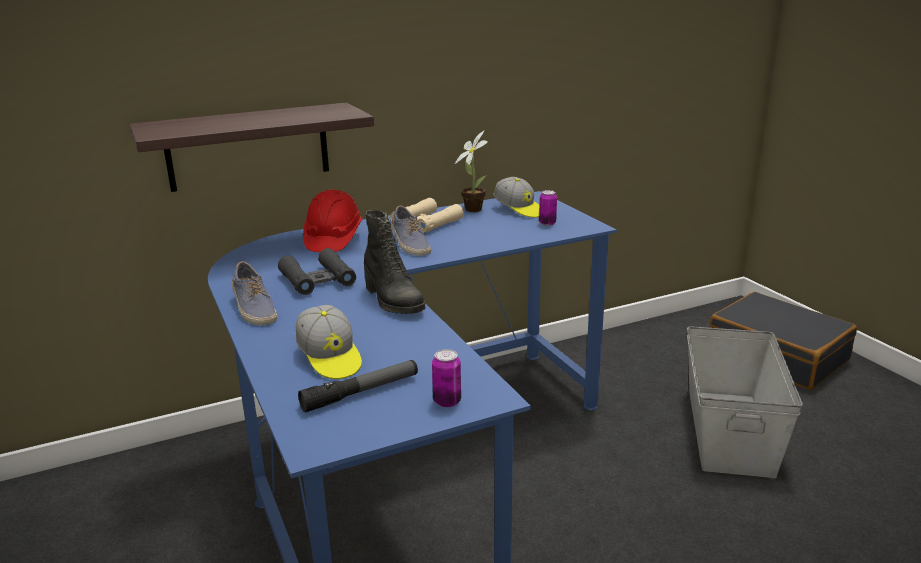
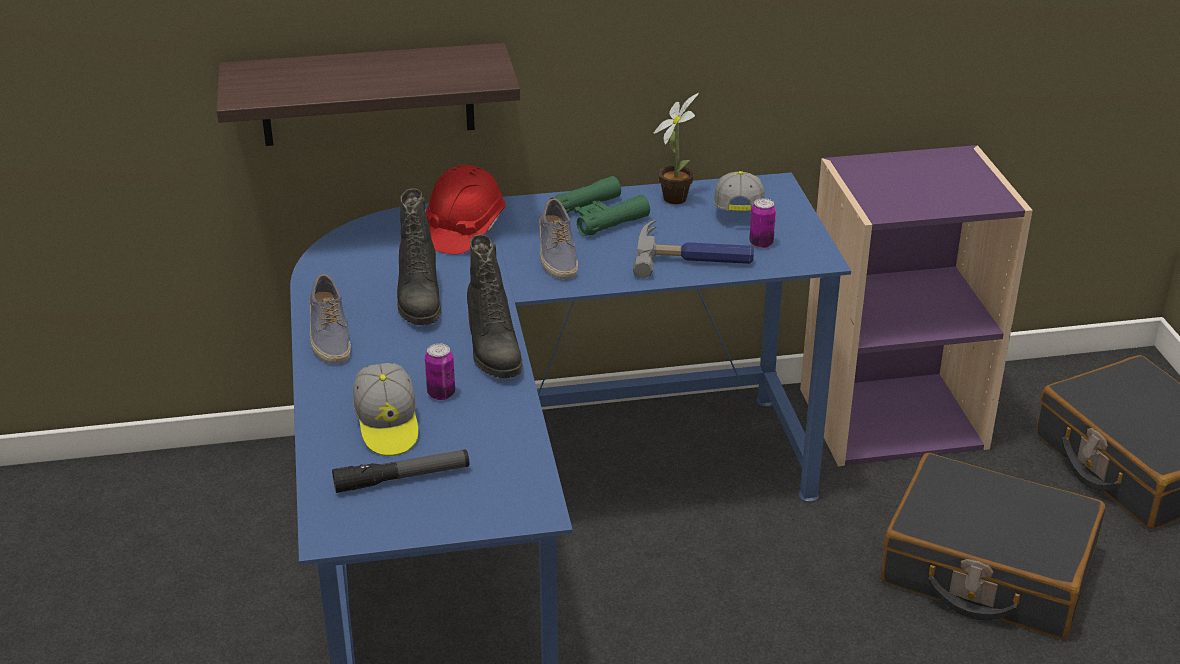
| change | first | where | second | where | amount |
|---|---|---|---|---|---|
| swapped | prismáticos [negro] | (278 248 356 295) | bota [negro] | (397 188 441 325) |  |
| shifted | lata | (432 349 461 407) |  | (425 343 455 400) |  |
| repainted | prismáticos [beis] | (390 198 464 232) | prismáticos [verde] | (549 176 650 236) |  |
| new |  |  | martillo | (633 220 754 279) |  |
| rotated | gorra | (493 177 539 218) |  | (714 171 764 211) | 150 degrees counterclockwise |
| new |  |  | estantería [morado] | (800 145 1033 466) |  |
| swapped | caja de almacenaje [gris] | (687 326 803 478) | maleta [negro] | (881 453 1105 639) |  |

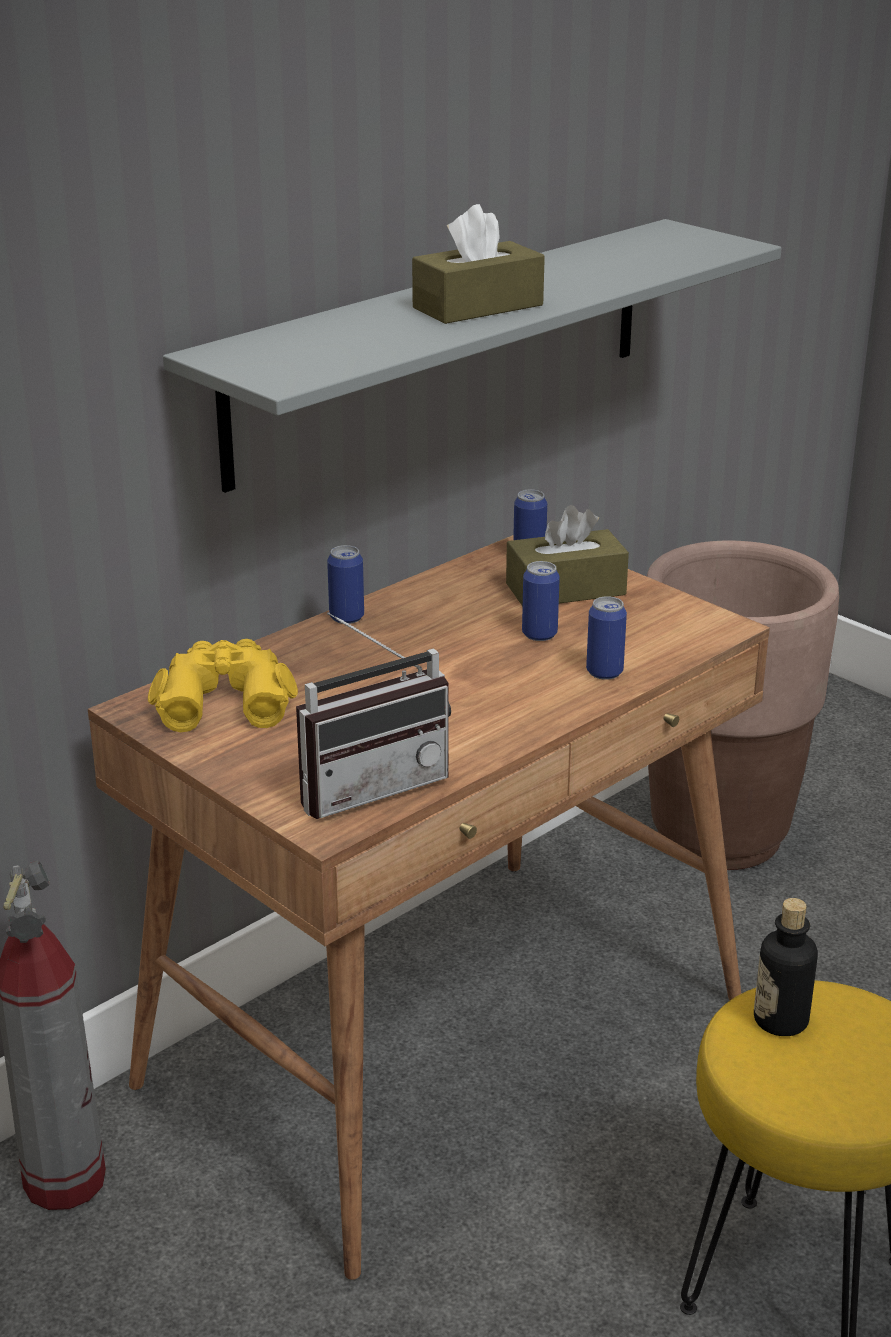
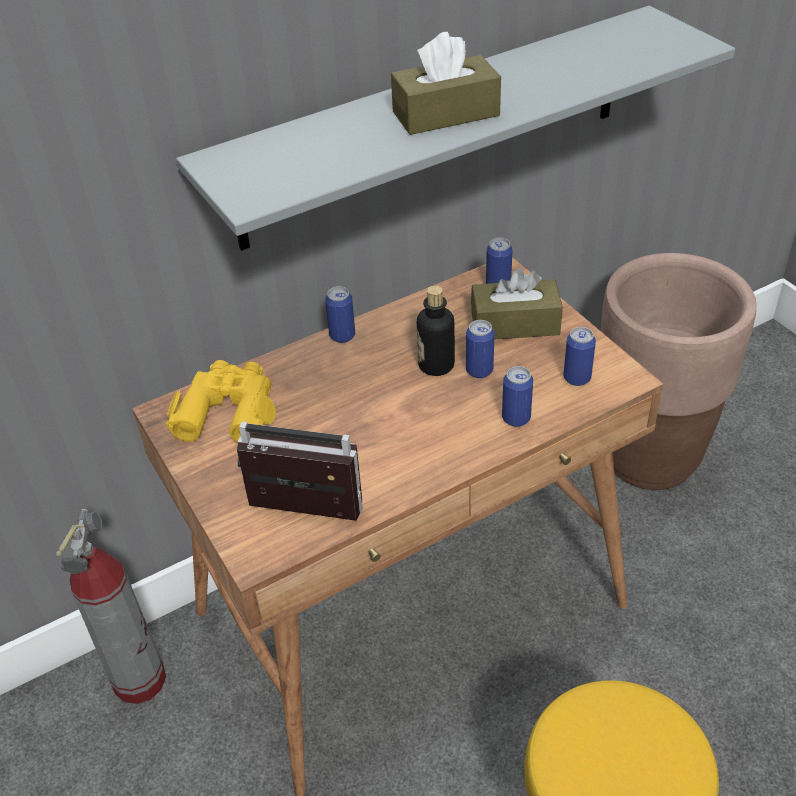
| change | first | where | second | where | amount |
|---|---|---|---|---|---|
| rotated | radio | (296 612 451 819) |  | (237 422 362 521) | 150 degrees counterclockwise |
| shifted | botella | (754 898 818 1036) |  | (417 285 455 376) |  |
| new |  |  | lata | (563 327 596 386) |  |

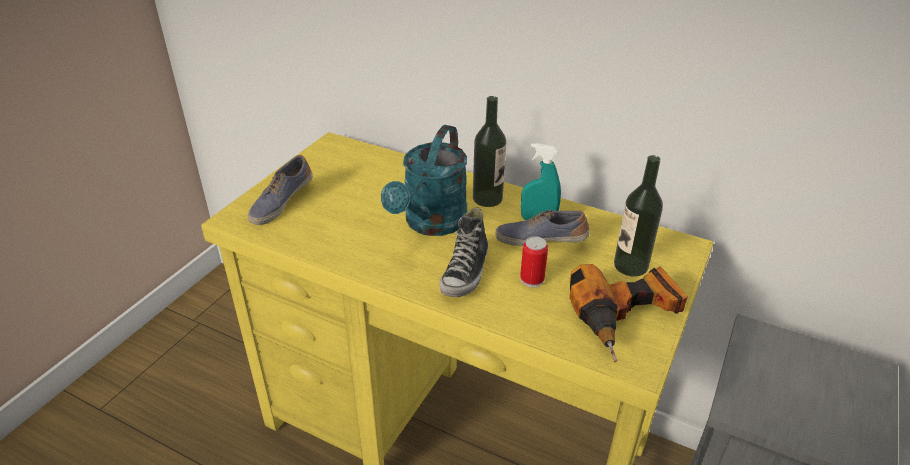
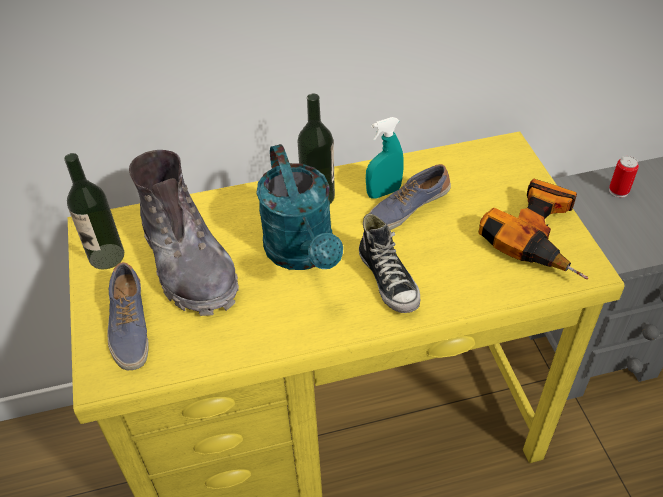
| change | first | where | second | where | amount |
|---|---|---|---|---|---|
| shifted | botella | (614 155 663 277) |  | (64 153 124 270) |  |
| new |  |  | bota [gris] | (129 150 239 316) |  |
| shifted | lata | (520 236 548 288) |  | (609 156 639 198) |  |

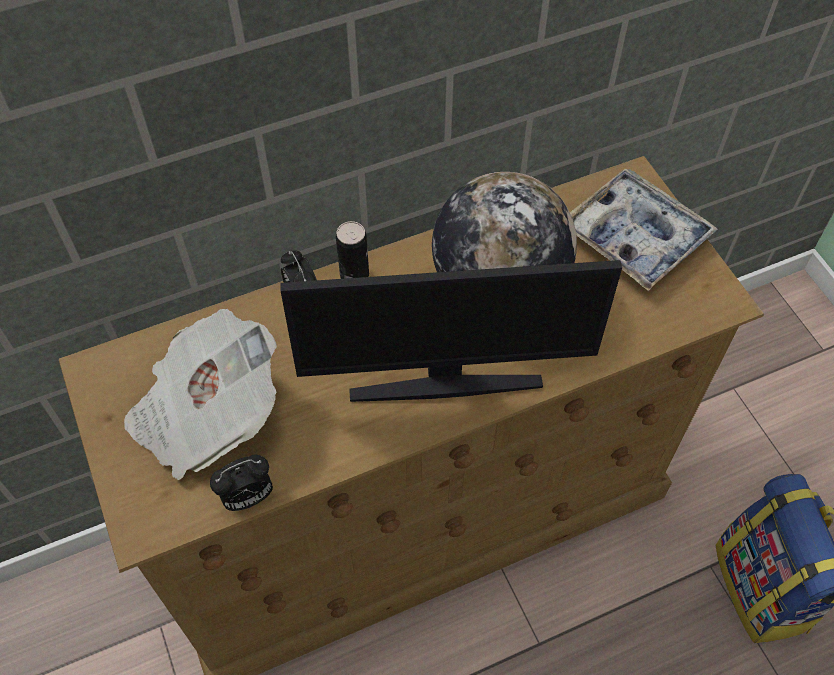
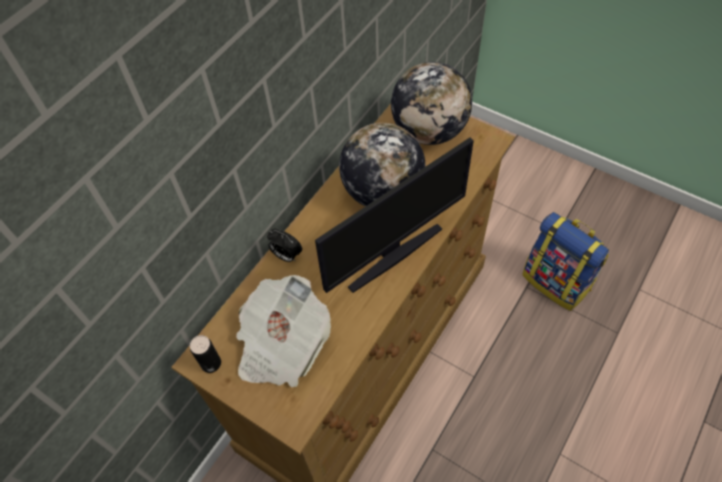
| change | first | where | second | where | amount |
|---|---|---|---|---|---|
| shifted | lata | (336 221 369 279) |  | (190 335 221 373) |  |
| swapped | bandeja | (570 168 718 291) | globo terráqueo | (391 62 472 145) |  |
| gone | despertador | (210 454 273 511) |  |  |  |

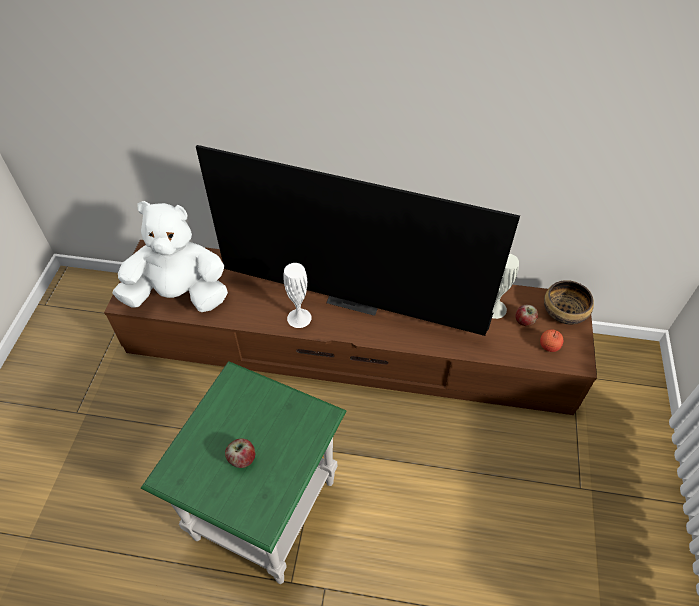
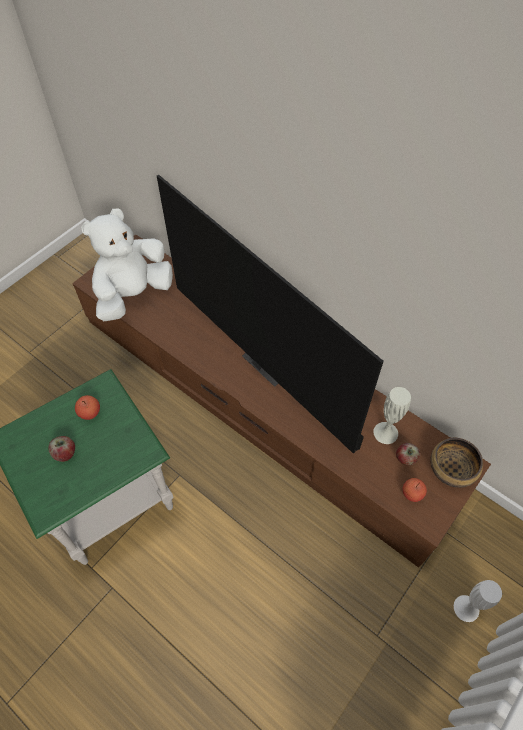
| change | first | where | second | where | amount |
|---|---|---|---|---|---|
| new |  |  | manzana | (75 395 100 420) |  |
| rotated | peluche [blanco] | (112 201 228 312) |  | (81 208 173 321) | 75 degrees counterclockwise |
| shifted | florero [blanco] | (283 263 312 328) |  | (454 580 502 622) |  |

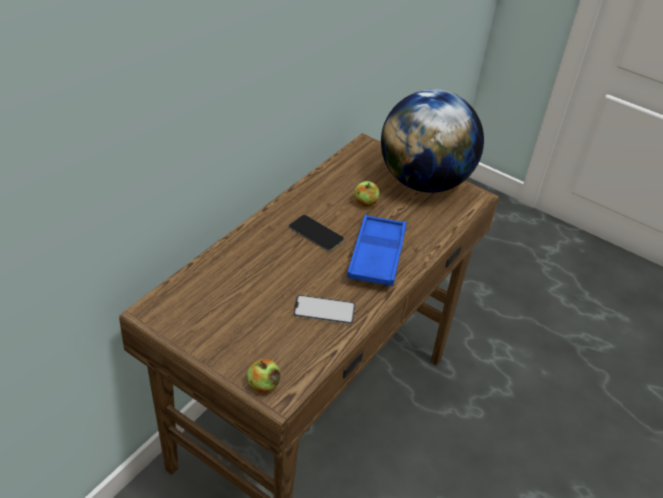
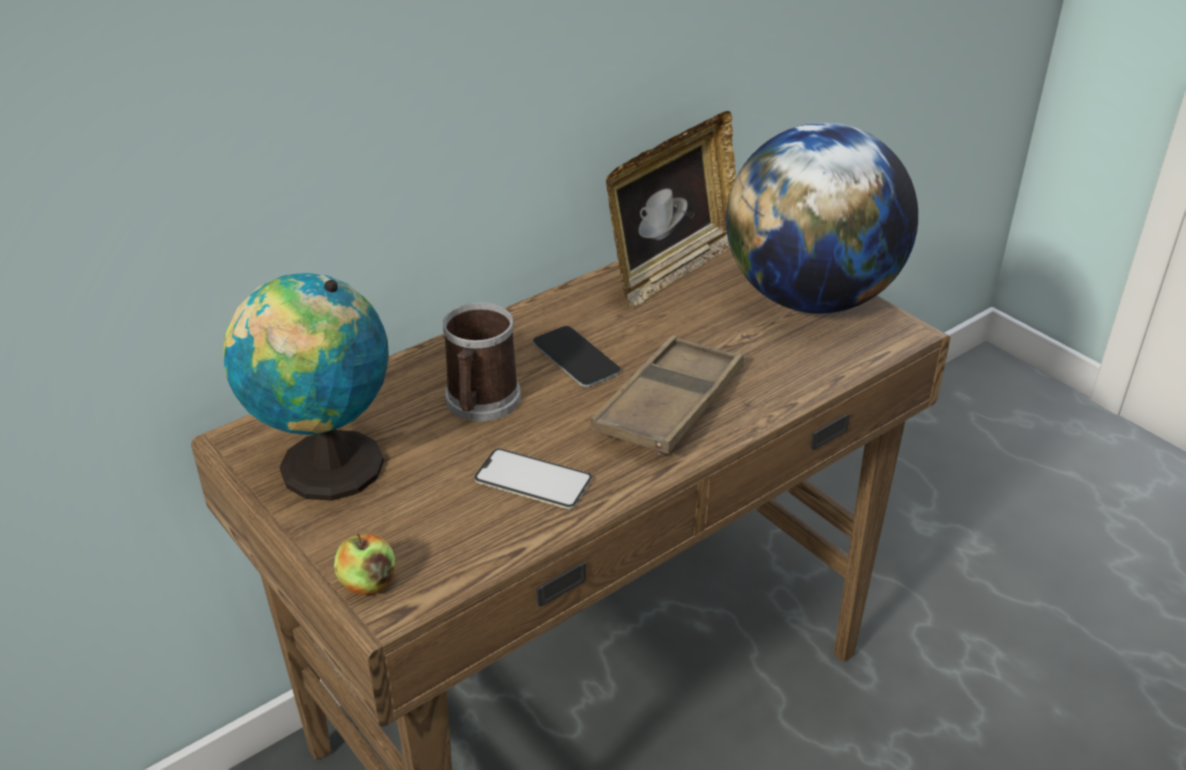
| change | first | where | second | where | amount |
|---|---|---|---|---|---|
| new |  |  | globo terráqueo | (223 273 389 501) |  |
| new |  |  | taza grande | (443 303 521 421) |  |
| repainted | bandeja [azul] | (347 215 406 286) | bandeja [marrón] | (591 335 744 455) |  |
| new |  |  | portarretratos | (606 111 736 308) |  |
| gone | manzana | (354 181 379 206) |  |  |  |

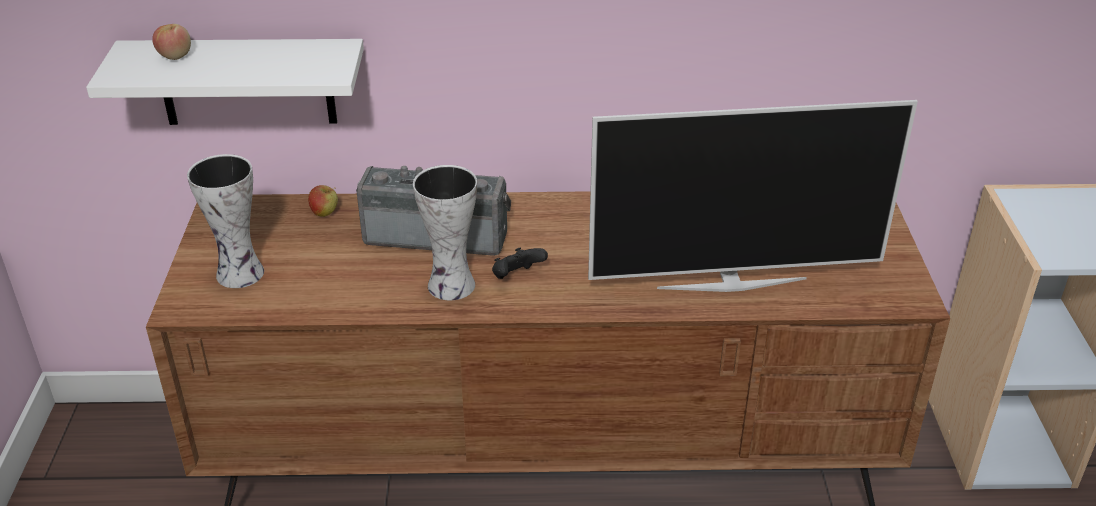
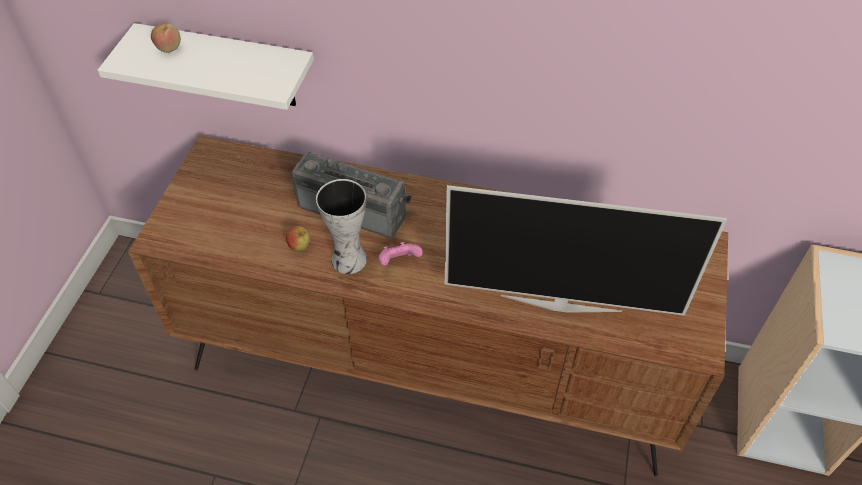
| change | first | where | second | where | amount |
|---|---|---|---|---|---|
| shifted | manzana | (308 185 338 217) |  | (286 226 310 251) |  |
| repainted | mando de consola [negro] | (492 248 548 279) | mando de consola [rosa] | (379 242 423 266) |  |
| gone | florero | (187 154 264 288) |  |  |  |

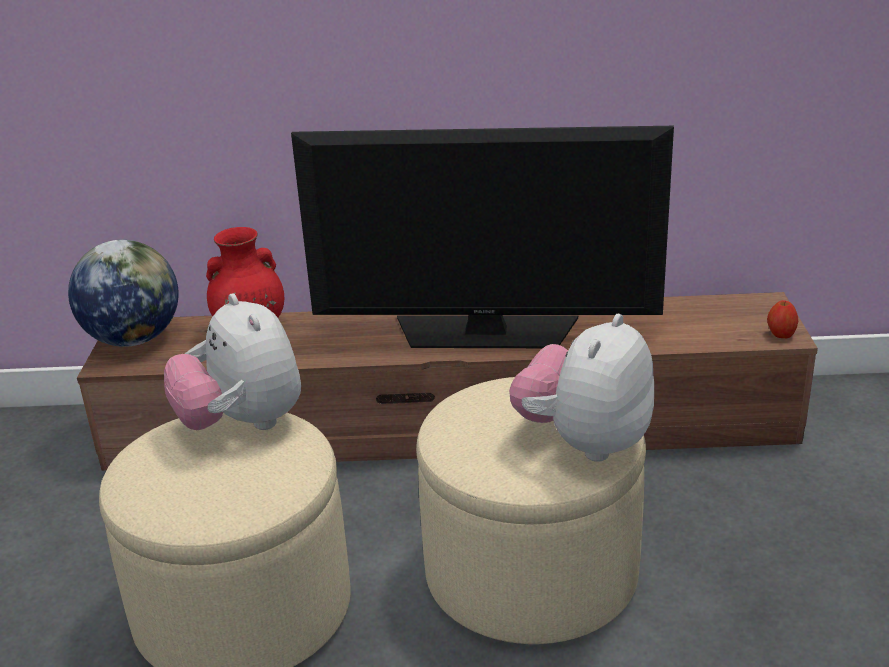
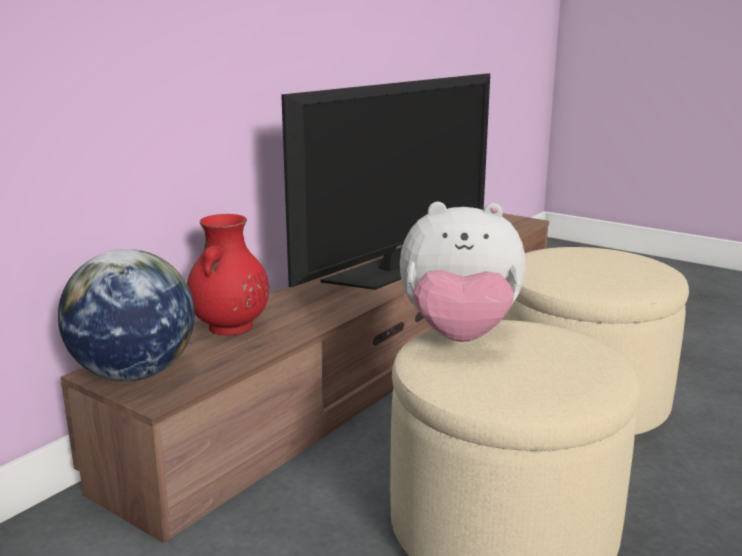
| change | first | where | second | where | amount |
|---|---|---|---|---|---|
| gone | peluche | (509 314 654 462) |  |  |  |
| gone | manzana | (767 300 798 338) |  |  |  |

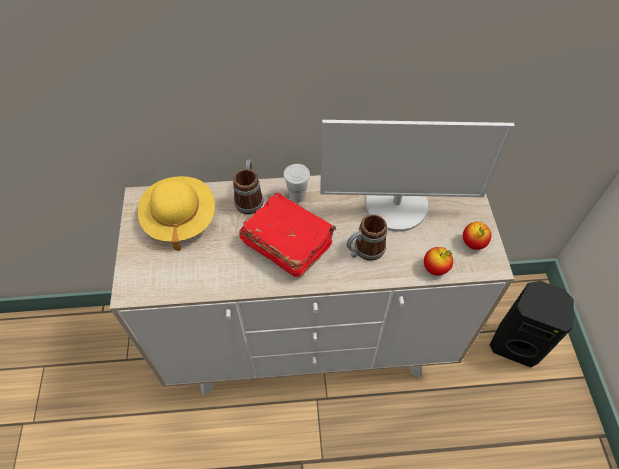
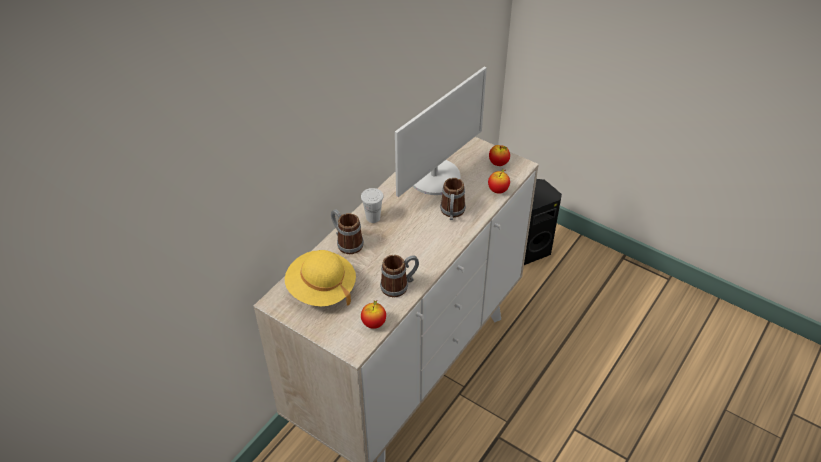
| change | first | where | second | where | amount |
|---|---|---|---|---|---|
| new |  |  | manzana | (361 300 386 329) |  |
| new |  |  | taza grande | (380 255 419 297) |  |
| gone | libro [rojo] | (240 193 336 277) |  |  |  |

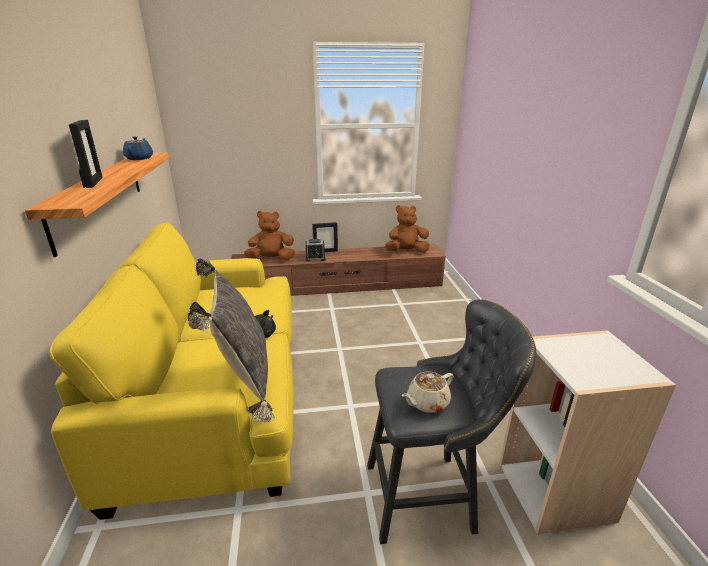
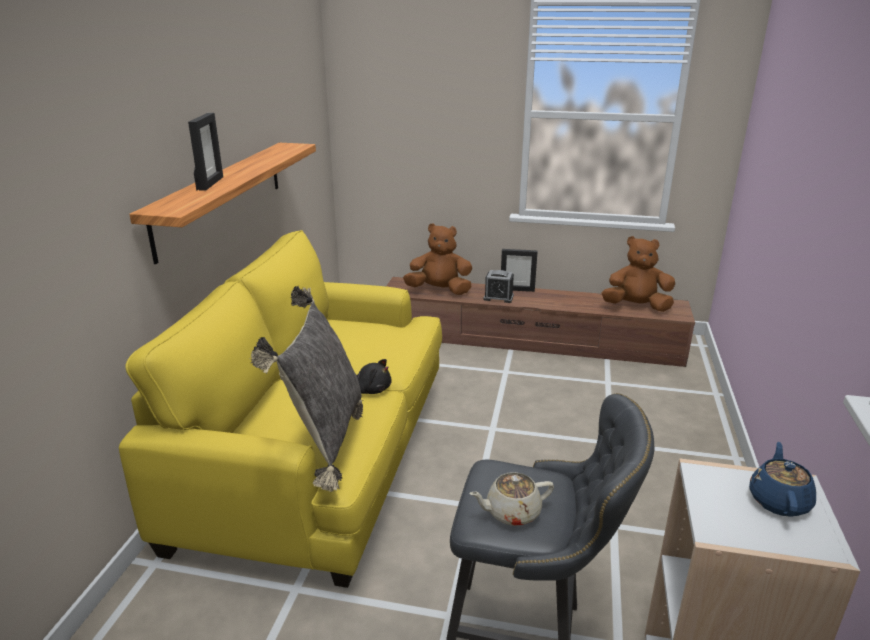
| change | first | where | second | where | amount |
|---|---|---|---|---|---|
| shifted | tetera [azul] | (123 137 153 160) |  | (749 442 816 517) |  |

